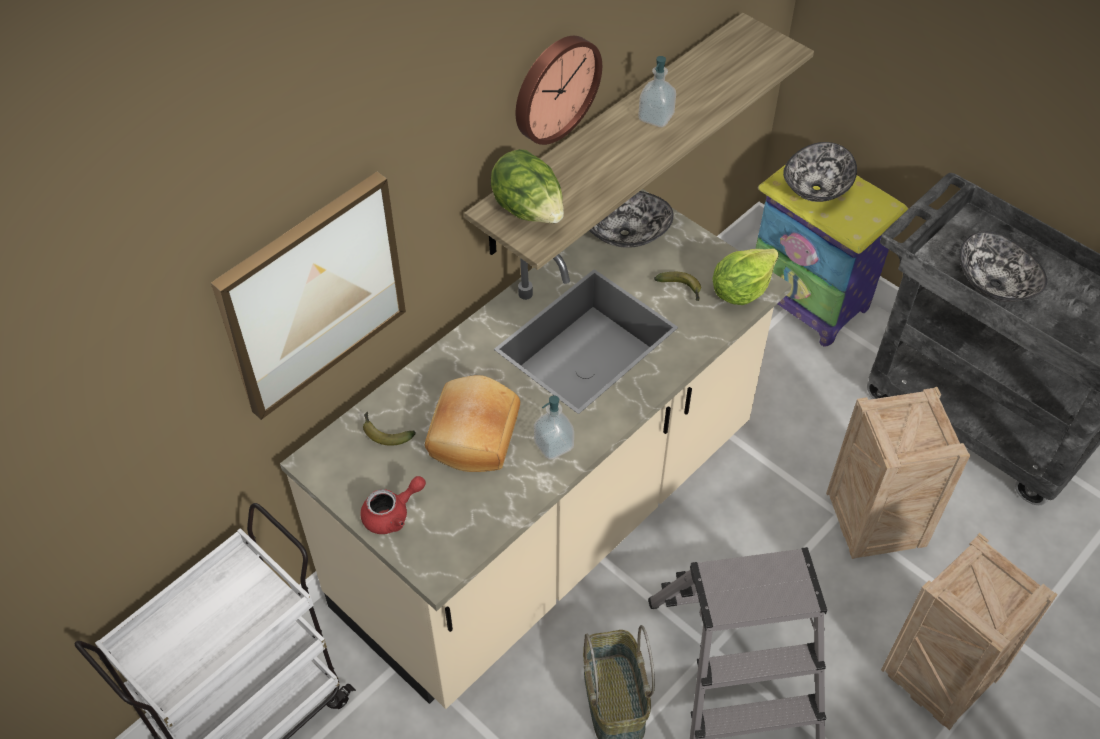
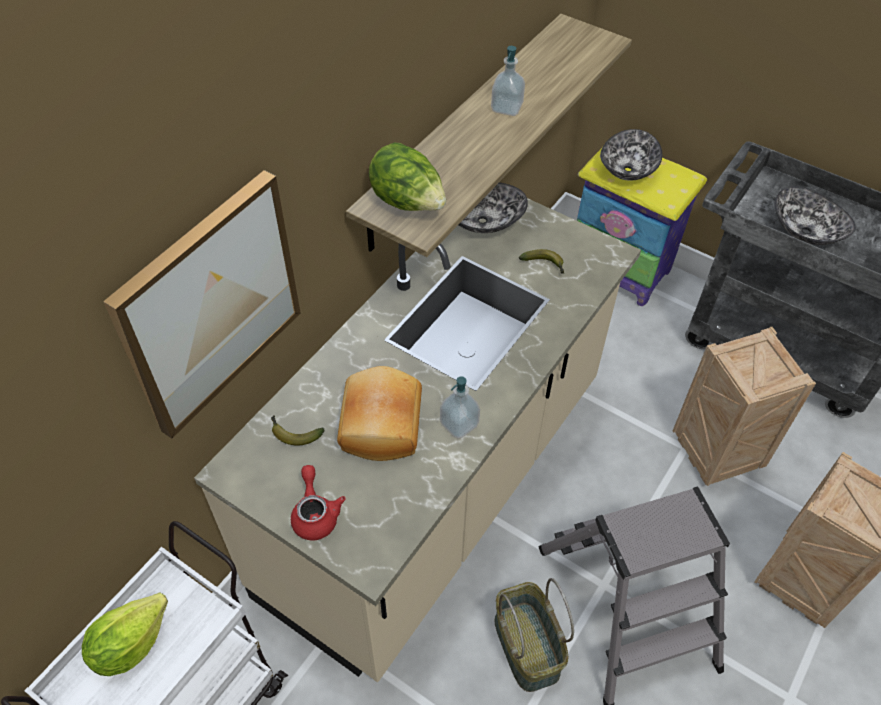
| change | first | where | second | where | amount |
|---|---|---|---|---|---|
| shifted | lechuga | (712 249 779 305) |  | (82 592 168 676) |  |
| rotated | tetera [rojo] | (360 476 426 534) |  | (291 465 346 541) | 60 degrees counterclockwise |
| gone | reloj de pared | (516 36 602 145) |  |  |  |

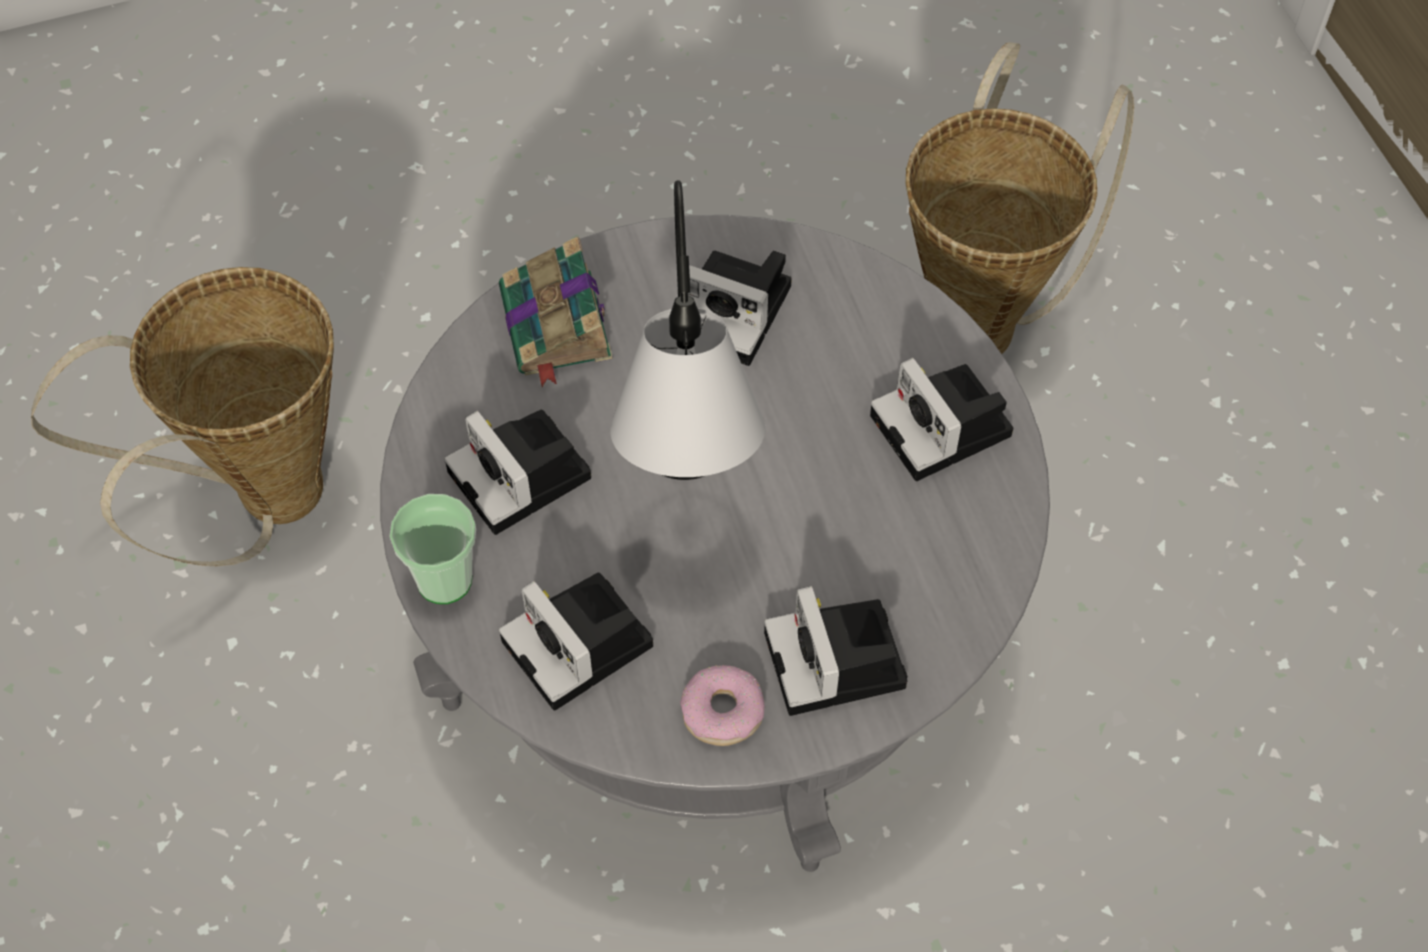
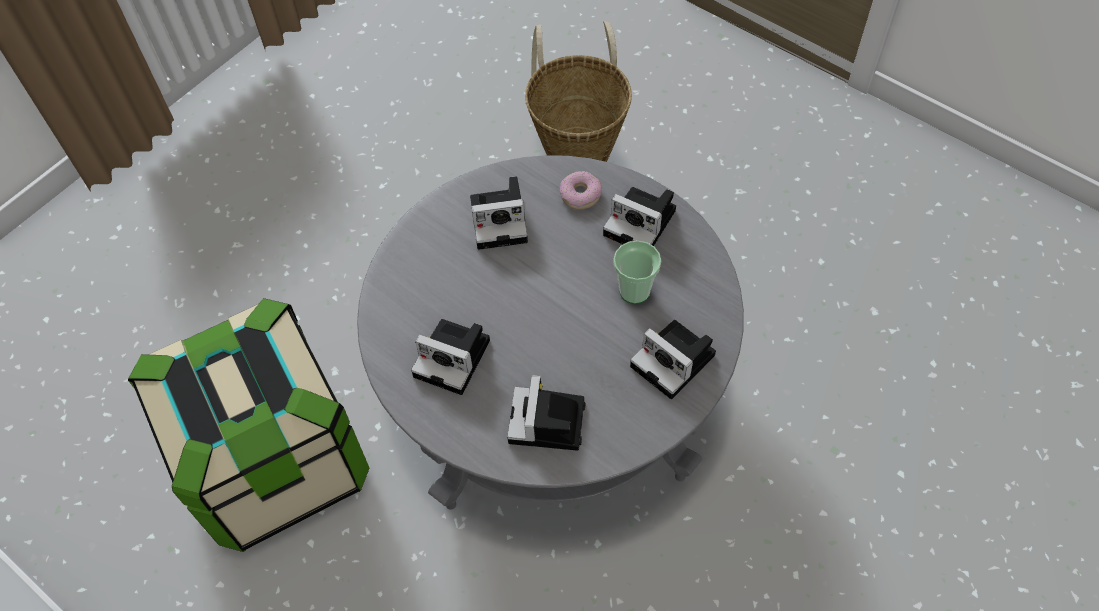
| change | first | where | second | where | amount |
|---|---|---|---|---|---|
| swapped | cesta | (31 267 334 566) | caja de almacenaje | (128 298 369 552) |  |
| rotated | cámara | (499 572 653 711) |  | (507 375 586 451) | 75 degrees clockwise |
| shifted | rosquilla | (680 665 765 746) |  | (560 171 602 210) |  |
| shifted | taza | (389 494 476 604) |  | (613 240 661 304) |  |
| gone | libro | (499 236 613 387) |  |  |  |
| gone | lámpara de mesa | (610 180 765 480) |  |  |  |

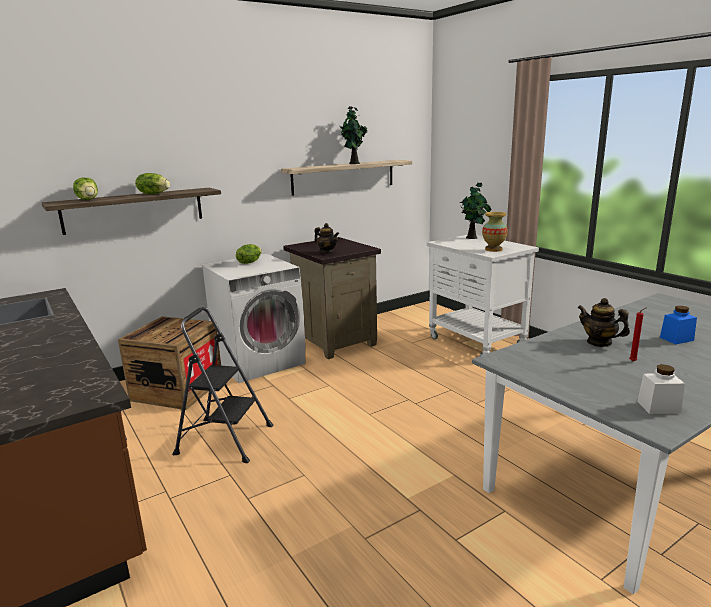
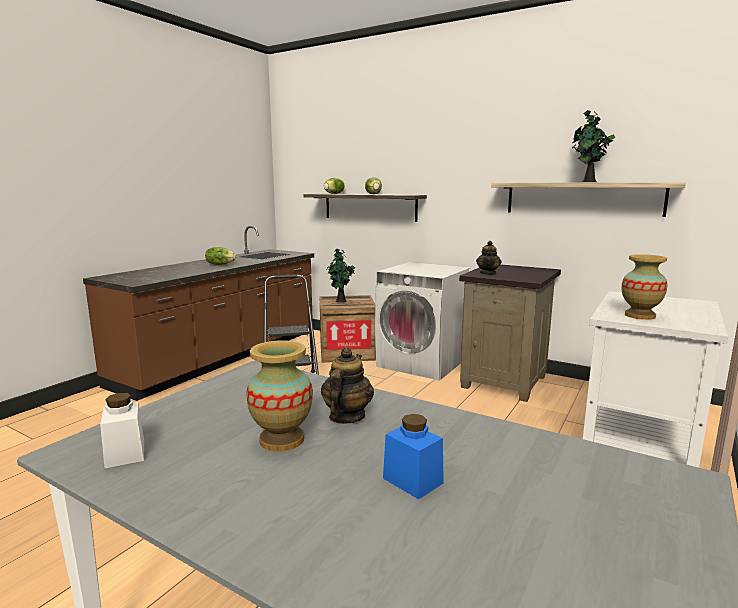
| change | first | where | second | where | amount |
|---|---|---|---|---|---|
| shifted | lechuga | (236 244 262 264) |  | (205 247 236 265) |  |
| swapped | vela [rojo] | (630 307 647 361) | florero | (246 340 313 452) |  |
| shifted | planta en maceta | (459 182 492 239) |  | (326 248 355 303) |  |

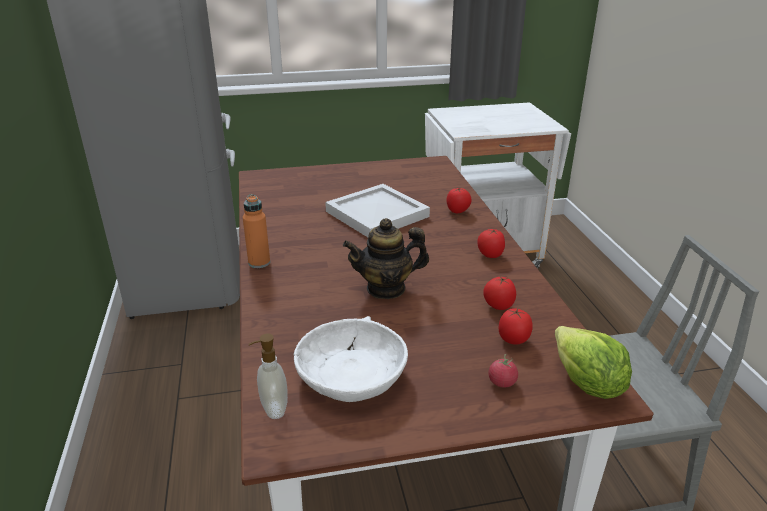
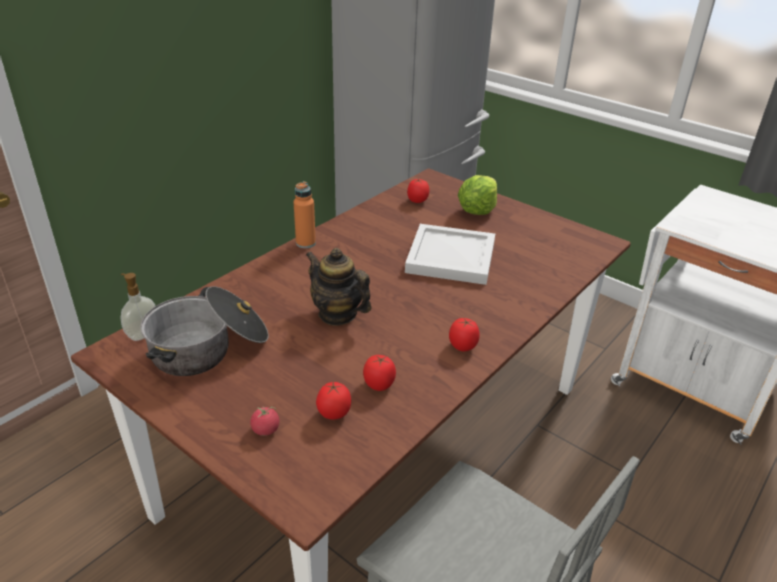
| change | first | where | second | where | amount |
|---|---|---|---|---|---|
| swapped | cuenco [blanco] | (294 316 408 402) | olla | (140 286 269 376) |  |
| shifted | tomate | (446 188 472 213) |  | (407 178 430 203) |  |
| shifted | lechuga | (555 326 632 399) |  | (458 175 497 215) |  |

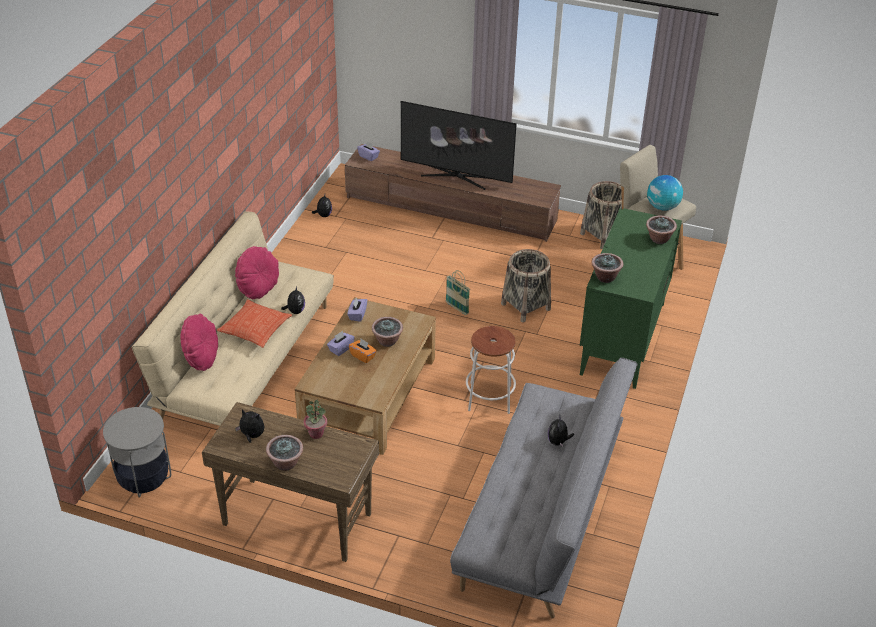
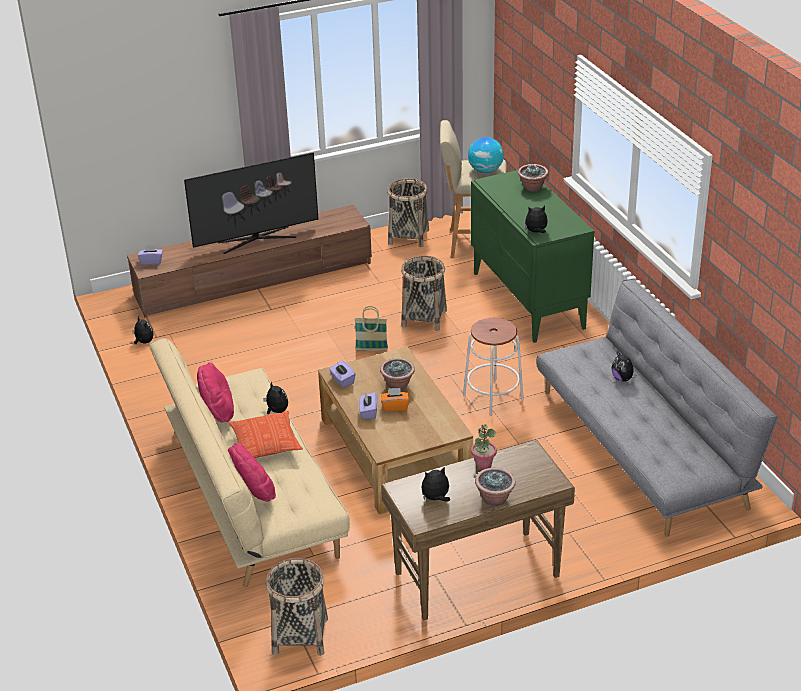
| change | first | where | second | where | amount |
|---|---|---|---|---|---|
| swapped | mesa auxiliar [gris] | (103 407 171 497) | cesta | (266 558 328 656) |  |
| swapped | planta en maceta | (591 253 623 283) | peluche | (525 206 548 233) |  |

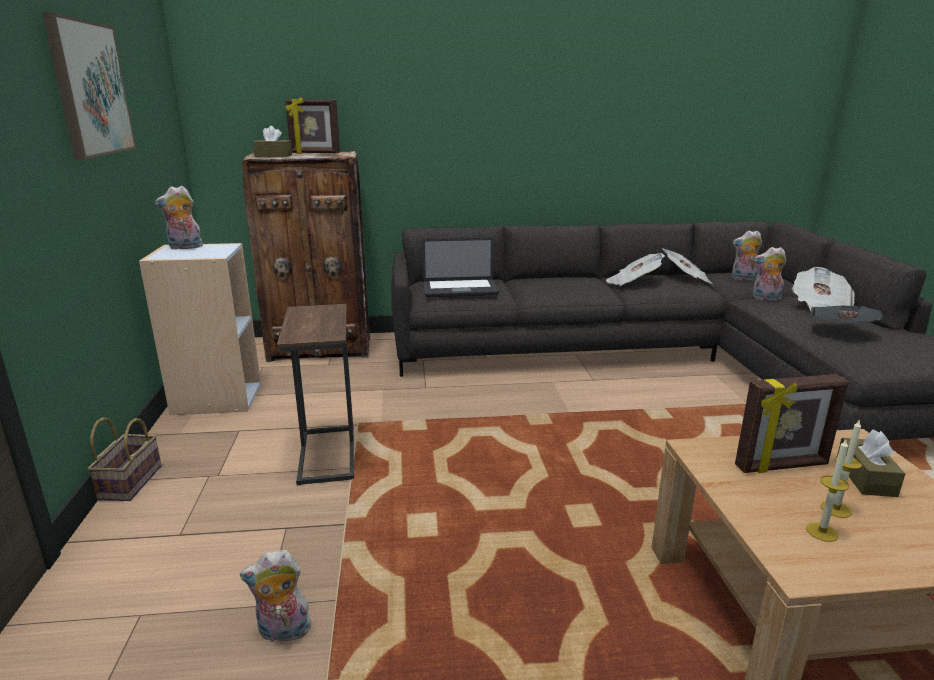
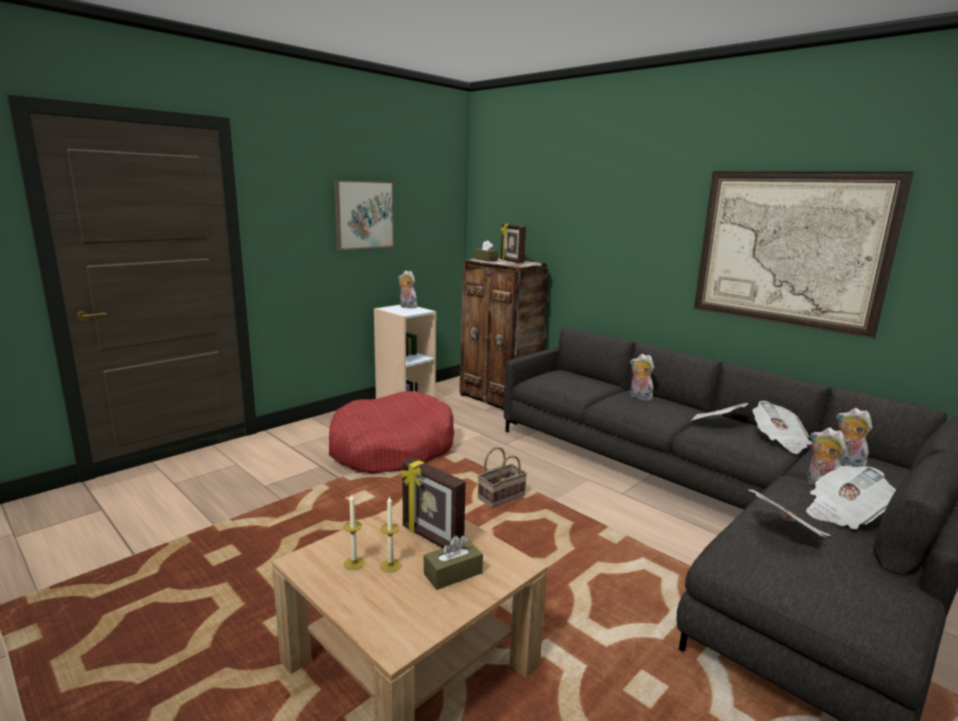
| change | first | where | second | where | amount |
|---|---|---|---|---|---|
| swapped | mesa auxiliar [marrón] | (277 304 354 486) | cama para perro [rojo] | (329 391 454 474) |  |
| shifted | cesta | (88 417 162 501) |  | (478 447 527 508) |  |
| shifted | peluche | (240 550 313 642) |  | (630 354 654 401) |  |
| new |  |  | cuadro | (694 171 914 339) |  |
| gone | portátil | (422 238 499 297) |  |  |  |

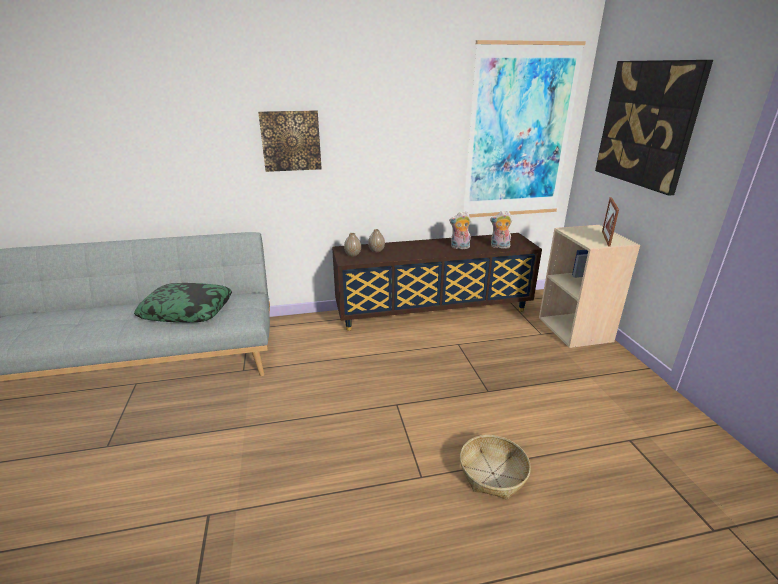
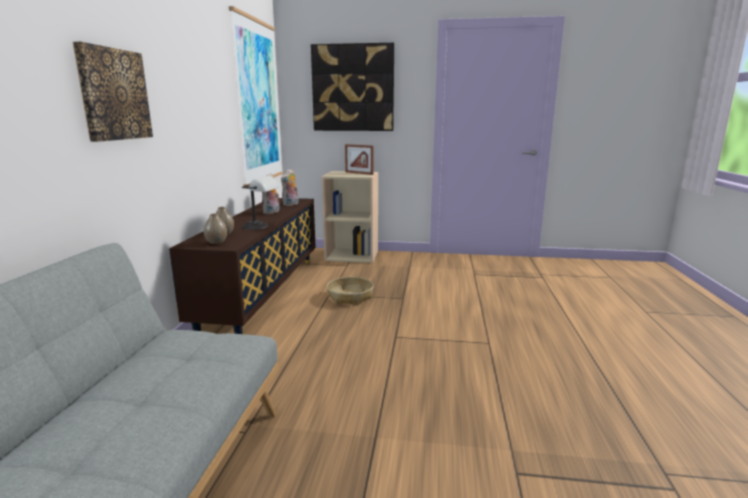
| change | first | where | second | where | amount |
|---|---|---|---|---|---|
| new |  |  | lámpara de mesa | (241 176 279 230) |  |
| shifted | cesta | (460 435 531 500) |  | (326 277 374 305) |  |
| gone | cojín | (134 283 232 322) |  |  |  |

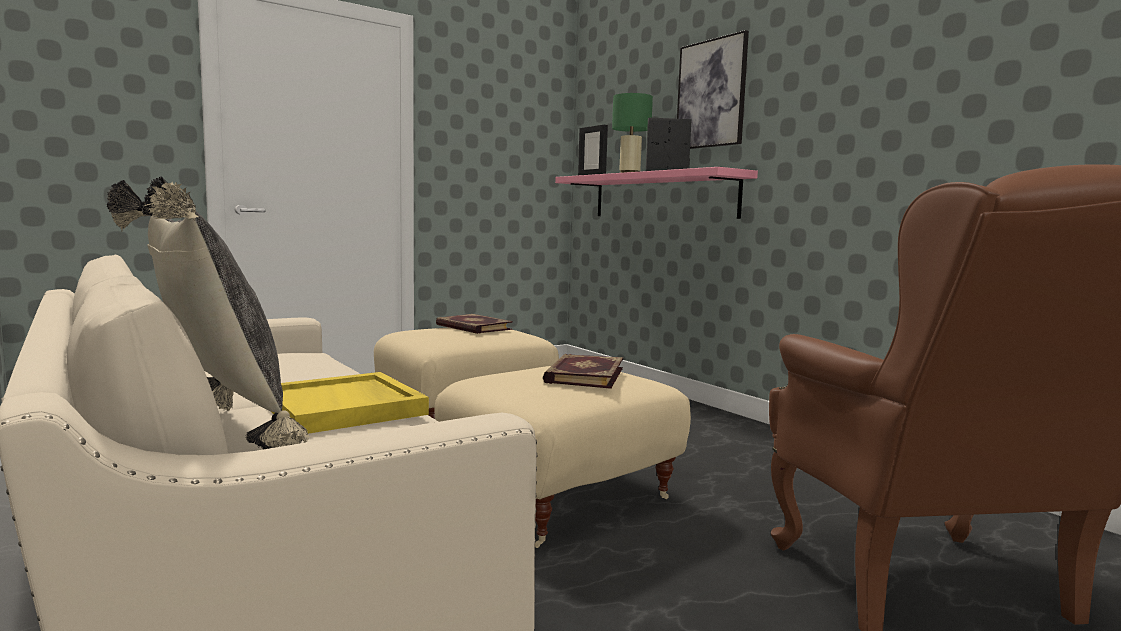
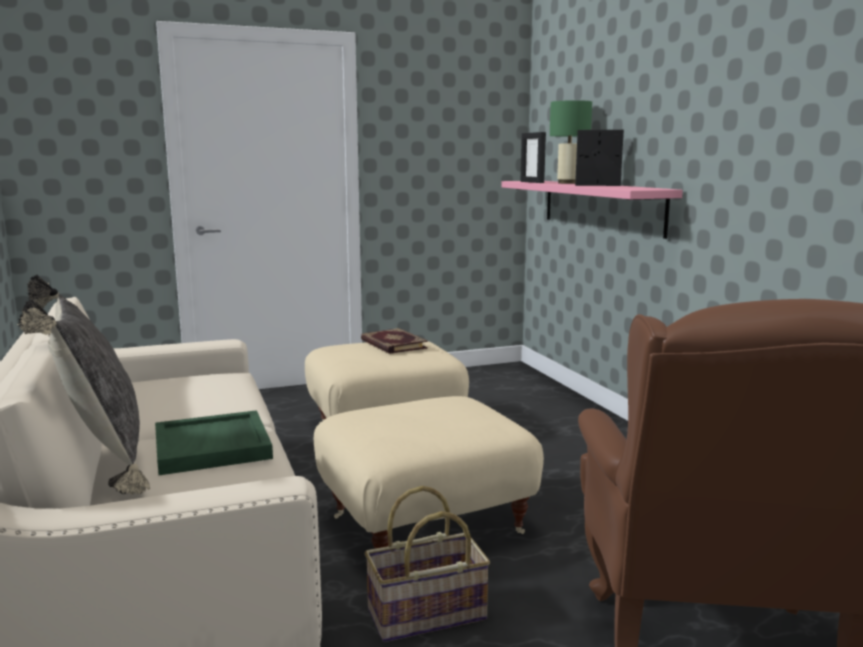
| change | first | where | second | where | amount |
|---|---|---|---|---|---|
| repainted | bandeja [amarillo] | (272 372 429 434) | bandeja [verde] | (155 410 273 475) |  |
| new |  |  | cesta | (365 486 490 642) |  |
| gone | libro | (543 354 623 389) |  |  |  |
| gone | cuadro | (677 30 749 149) |  |  |  |

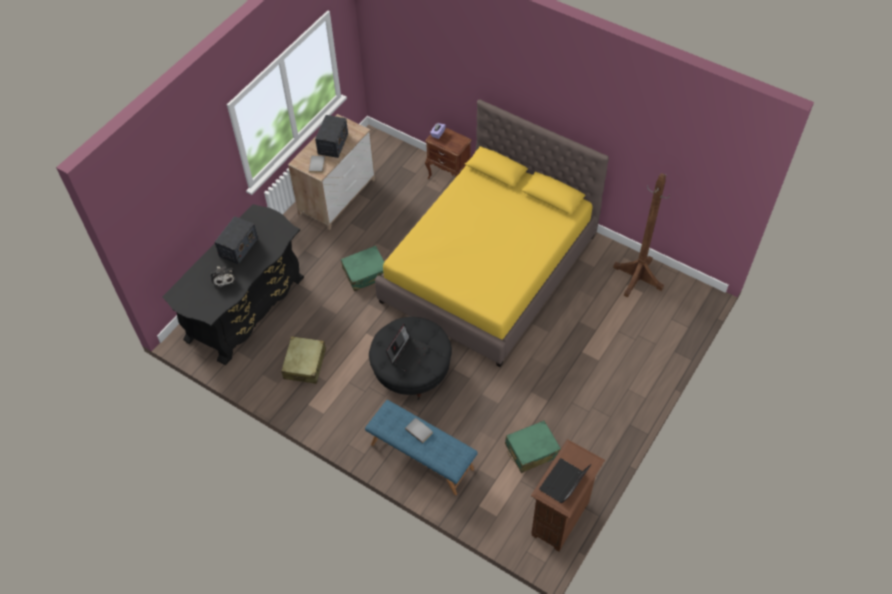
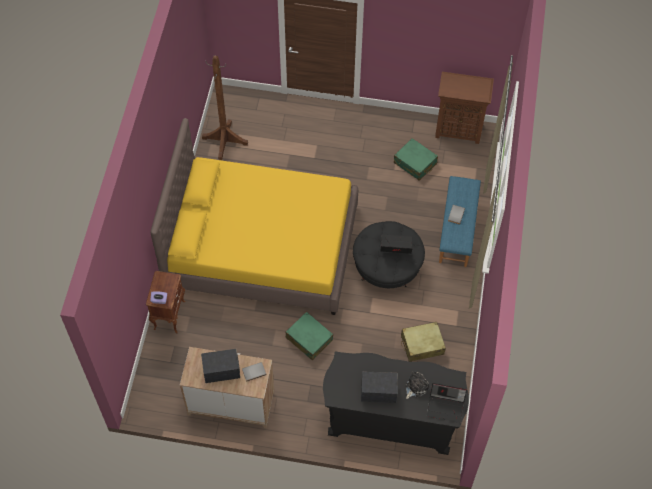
| change | first | where | second | where | amount |
|---|---|---|---|---|---|
| shifted | portátil | (539 458 591 503) |  | (427 383 467 423) |  |

